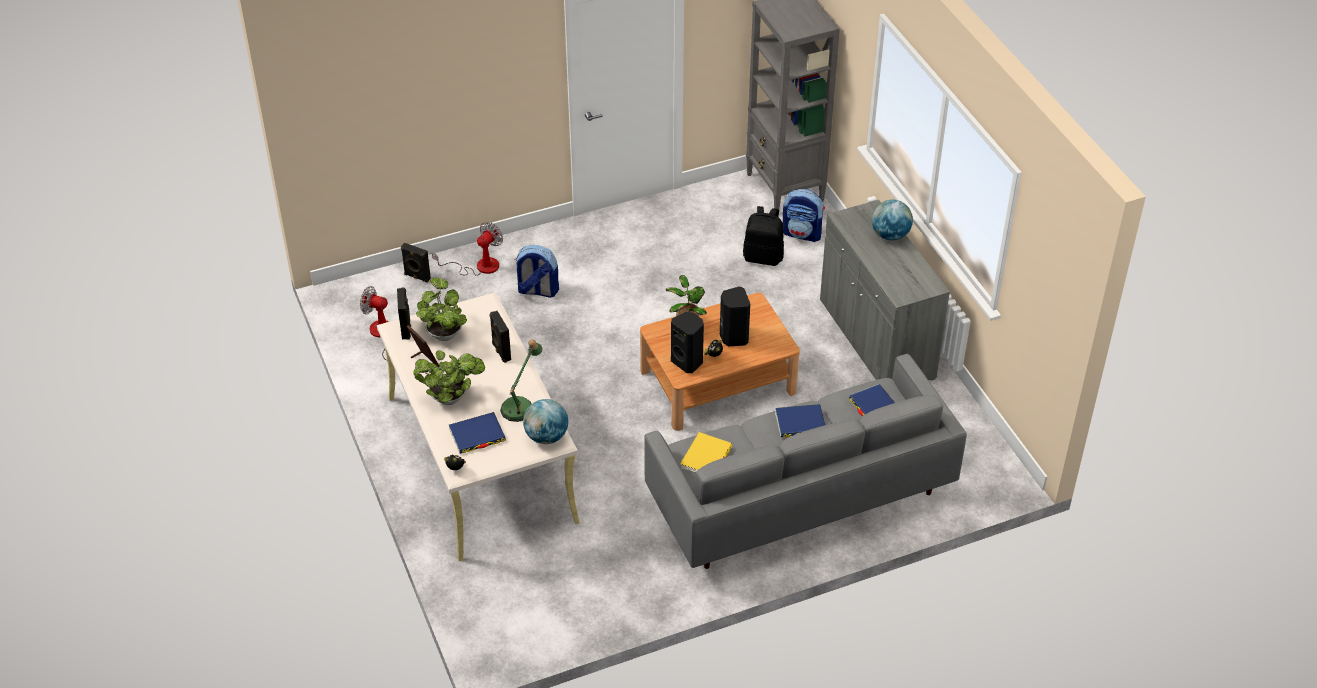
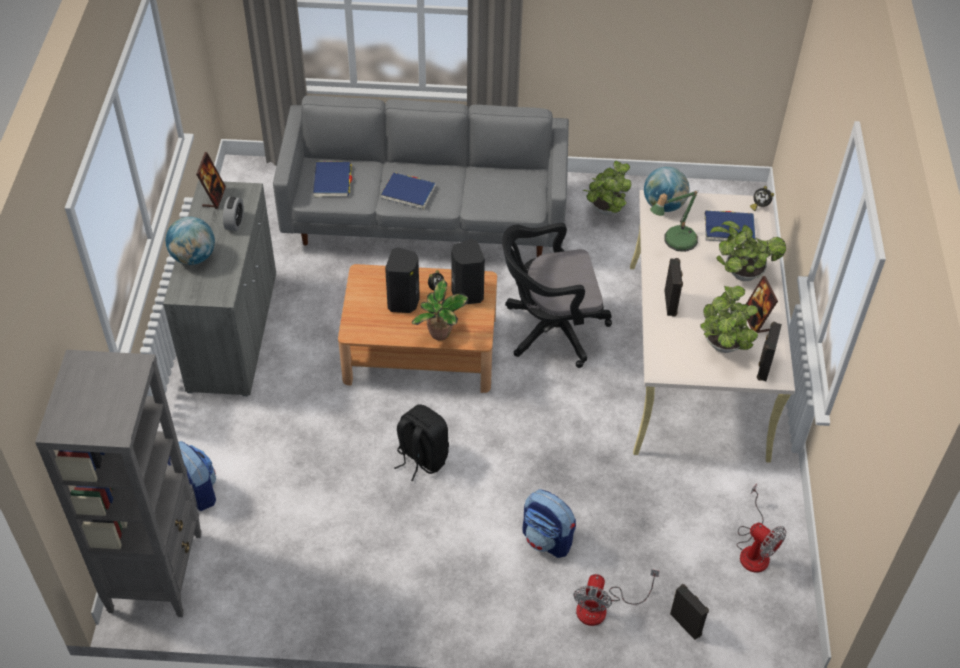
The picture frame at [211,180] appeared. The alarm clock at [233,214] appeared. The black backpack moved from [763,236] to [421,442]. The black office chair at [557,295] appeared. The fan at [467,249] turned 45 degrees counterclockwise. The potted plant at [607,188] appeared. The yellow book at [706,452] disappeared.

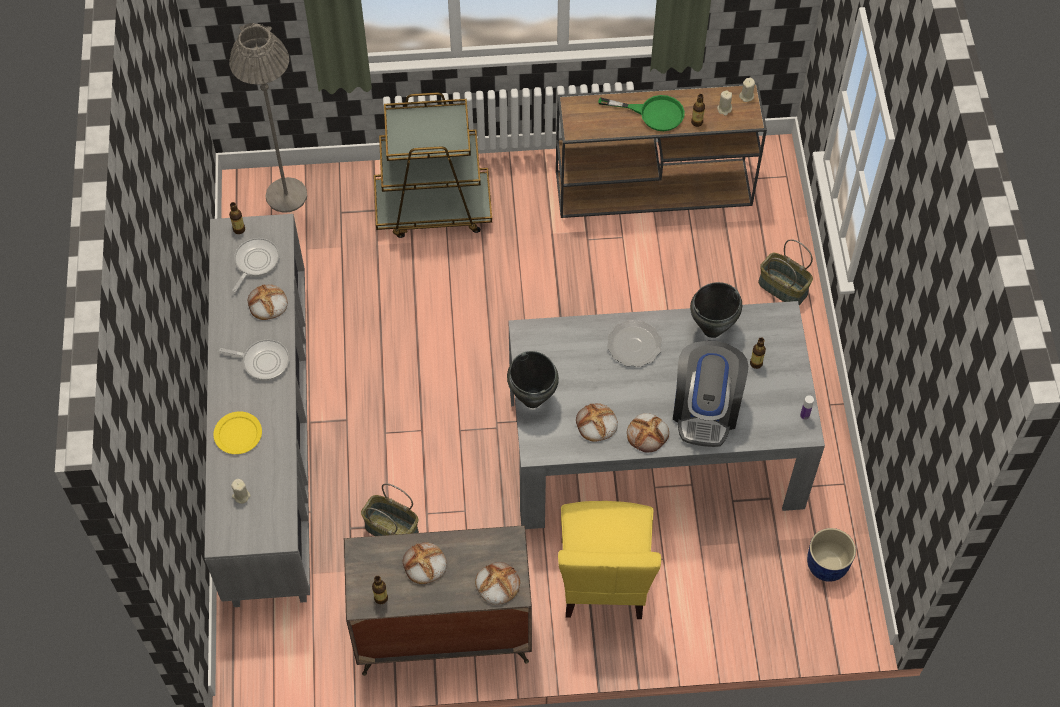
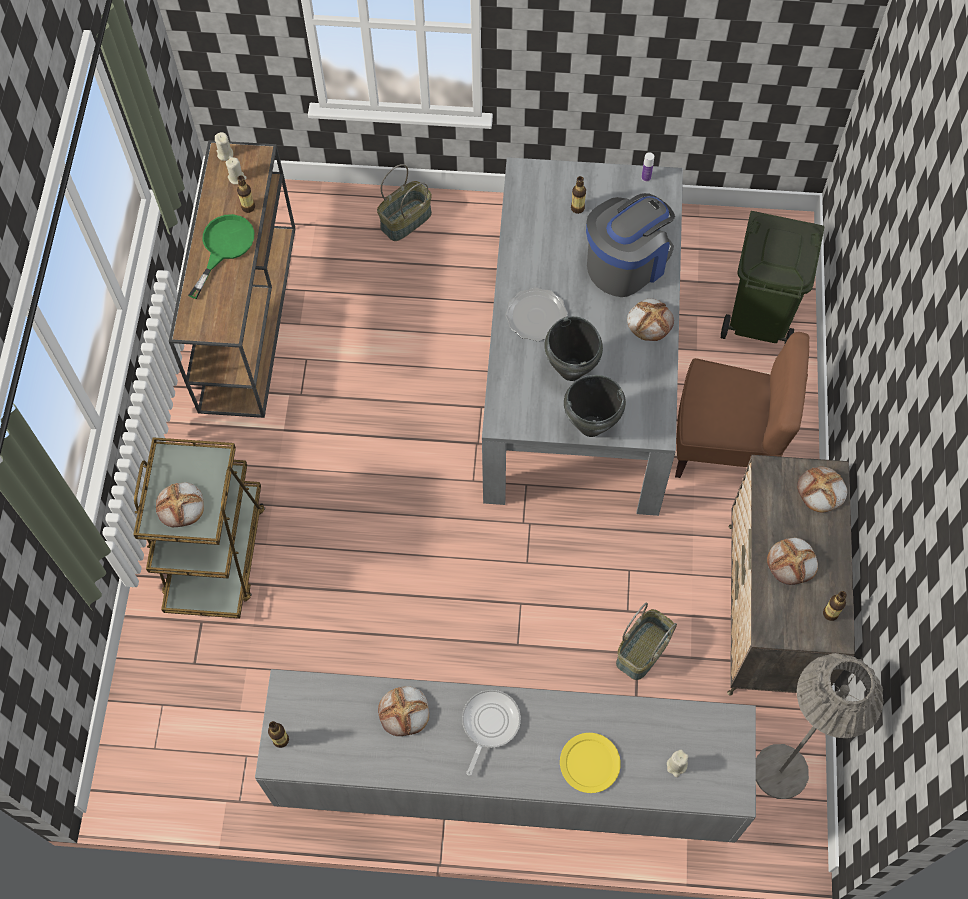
The bread moved from [597,422] to [180,504]. The black cooking pot moved from [716,310] to [574,348]. The coffee machine at [710,393] turned 60 degrees counterclockwise. The yellow chair at [609,560] became the brown chair at [742,405]. The green trash can at [773,278] appeared. The grey floor lamp moved from [268,118] to [820,726]. The frying pan at [255,265] disappeared. The blue planter at [831,555] disappeared.

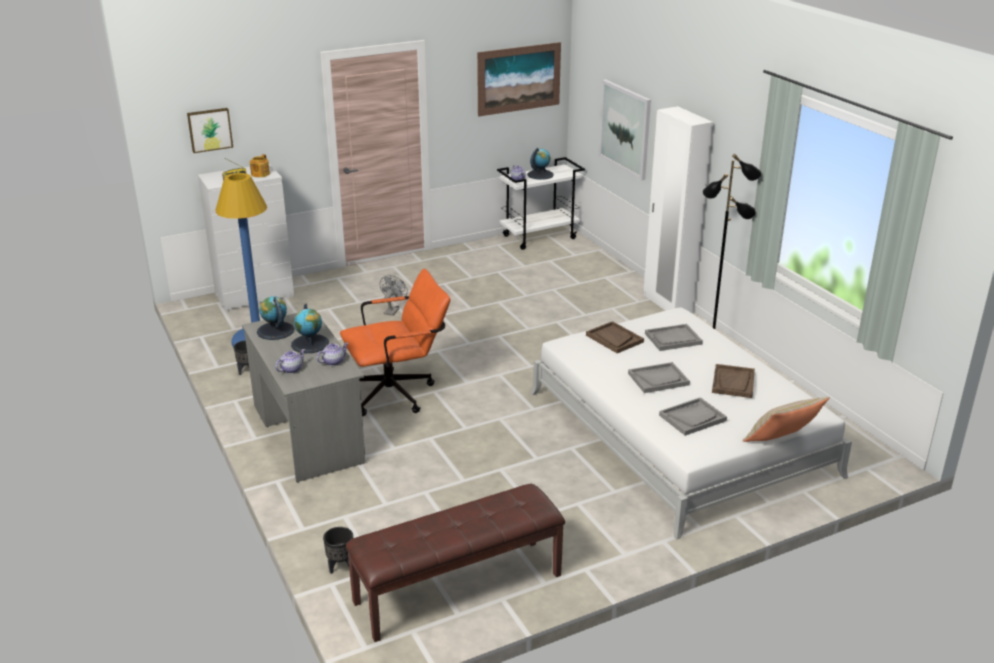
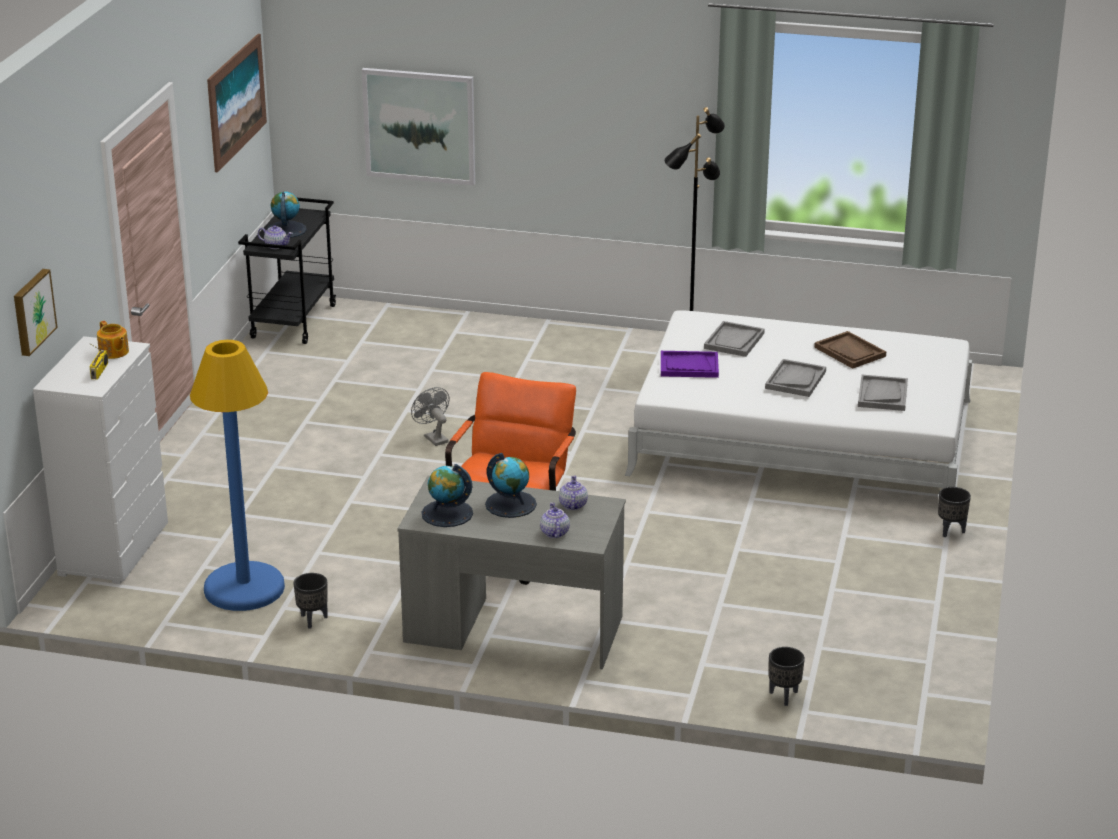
The white cart at [541,203] became the black cart at [287,271]. The grey fan moved from [393,295] to [430,416]. The brown tray at [615,337] became the purple tray at [690,364]. The black planter at [954,512] appeared. The brown bench at [455,563] disappeared. The white wardrobe at [678,210] disappeared. The beige pillow at [786,419] disappeared.

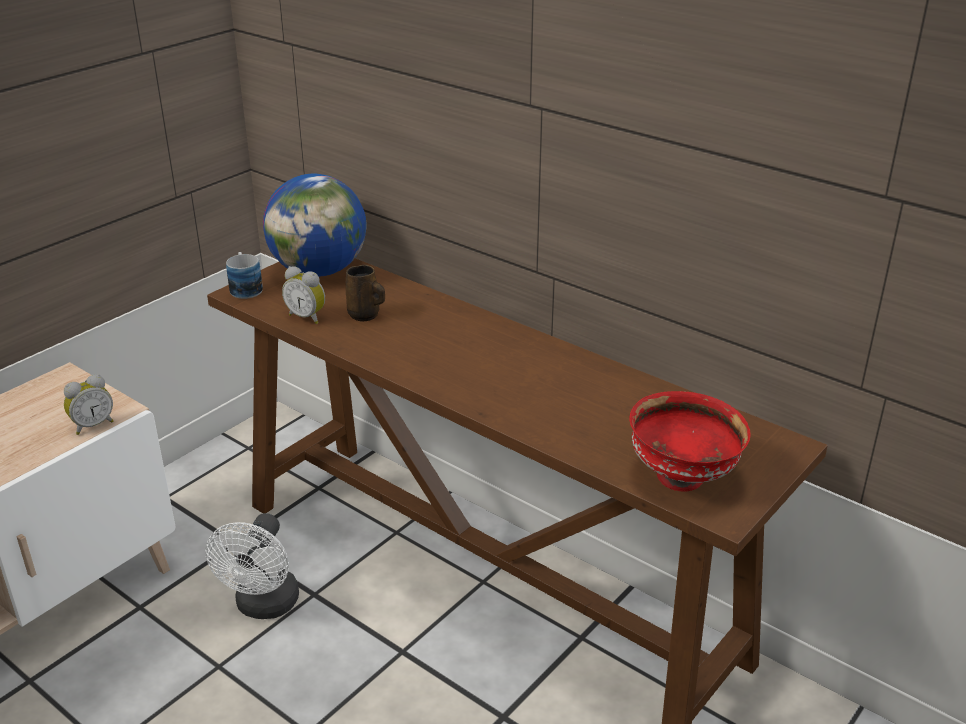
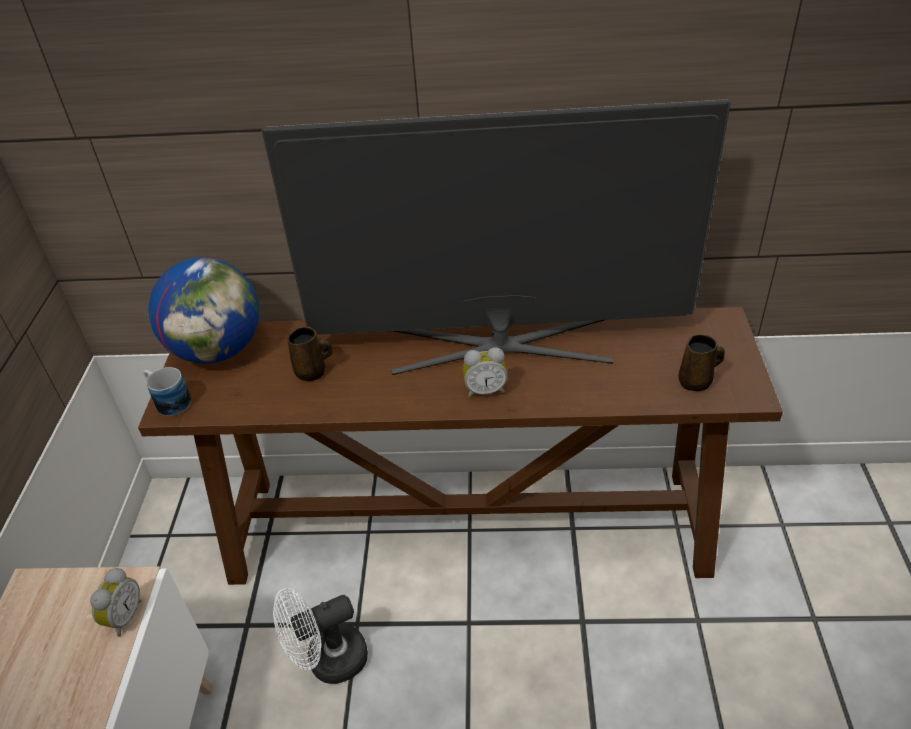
The television at [496,237] appeared. The white fan at [252,566] turned 90 degrees clockwise. The alarm clock moved from [303,295] to [485,372]. The red bowl at [690,441] was replaced by the brown mug at [702,362].

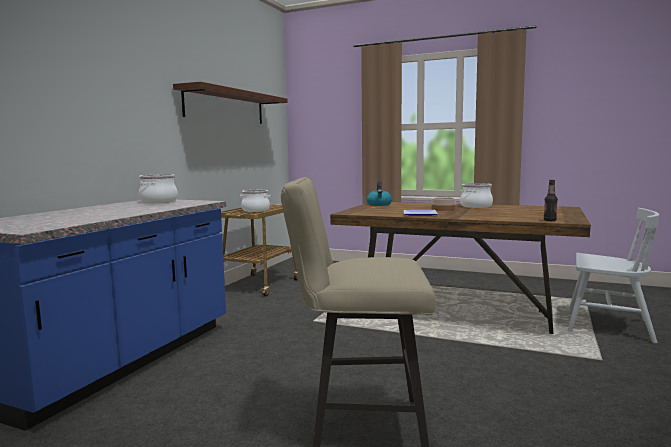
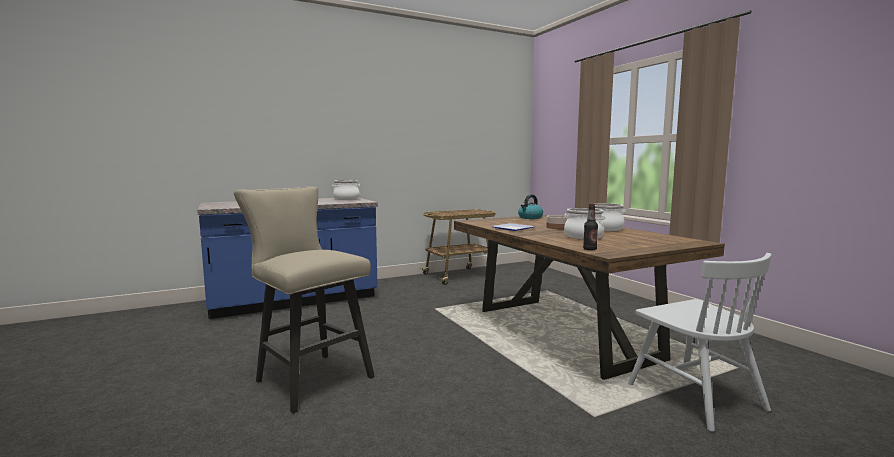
The cooking pot moved from [255,201] to [585,223]. The brown shelf at [230,103] disappeared.

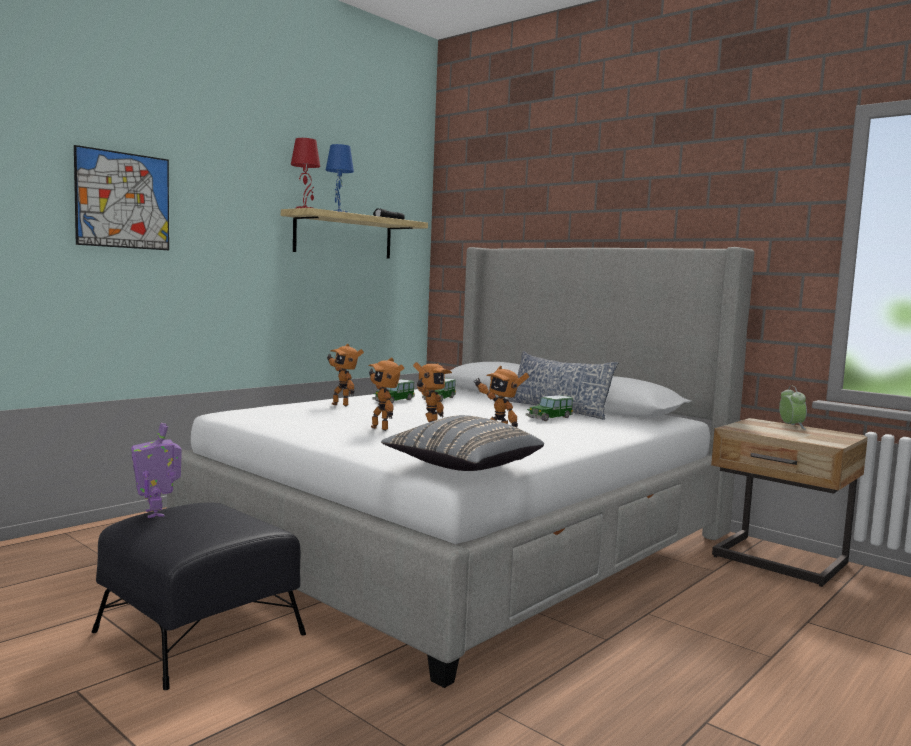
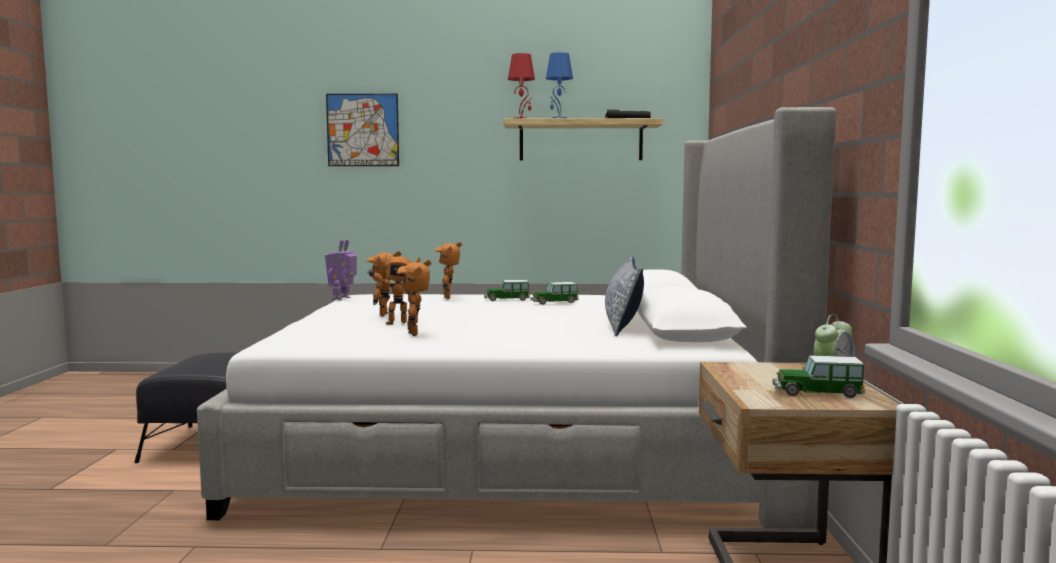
The toy robot moved from [156,470] to [341,269]. The toy car moved from [549,408] to [819,376]. The grey pillow at [462,443] disappeared.

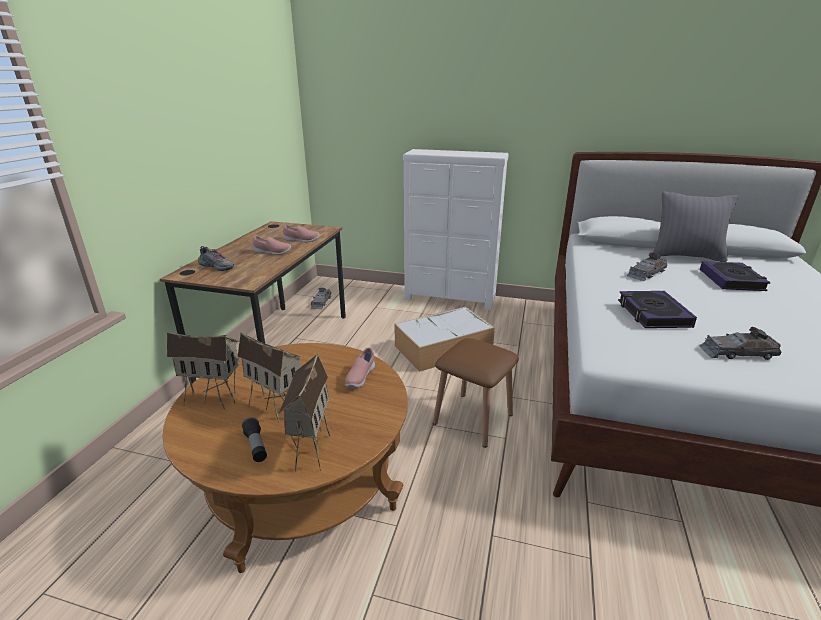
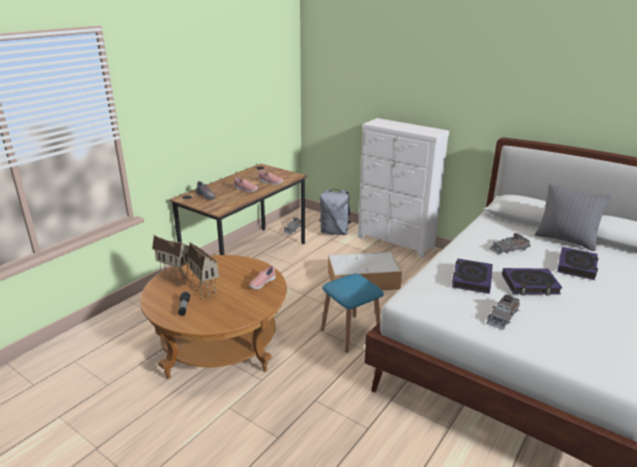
The grey backpack at [335,212] appeared. The brown stool at [476,393] became the blue stool at [352,313]. The grey toy car at [740,343] turned 75 degrees counterclockwise. The book at [532,282] appeared. The toy house at [305,412] disappeared.

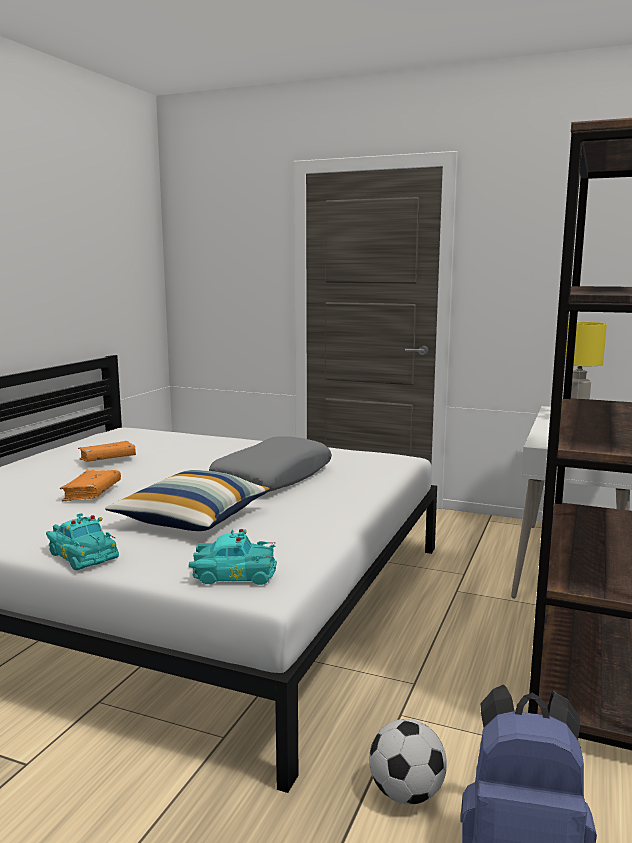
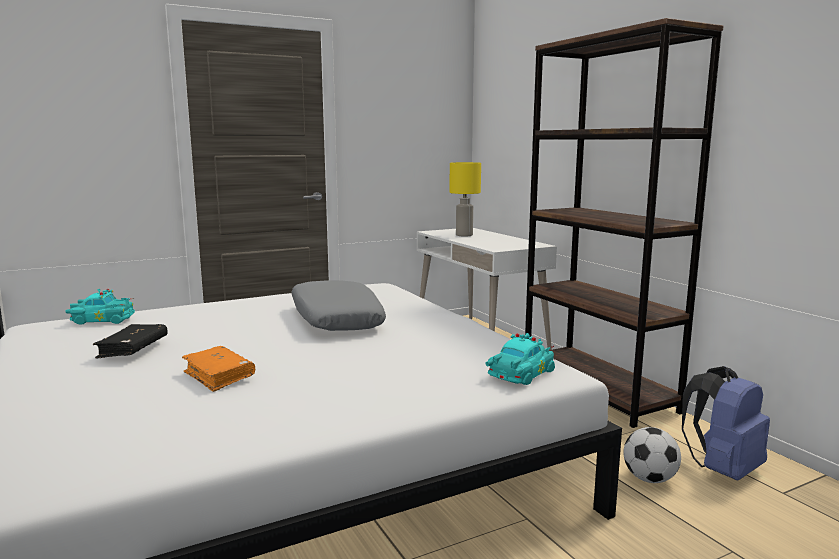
The turquoise toy car moved from [82,541] to [100,307]. The orange book at [107,451] became the black book at [130,341]. The pillow at [187,500] disappeared.

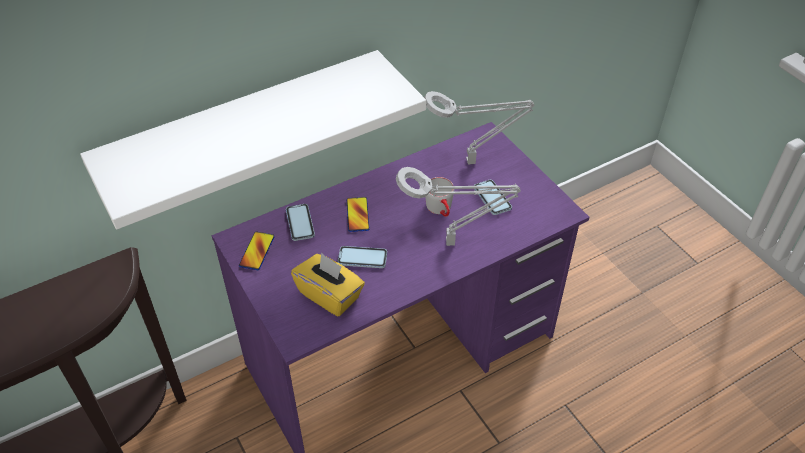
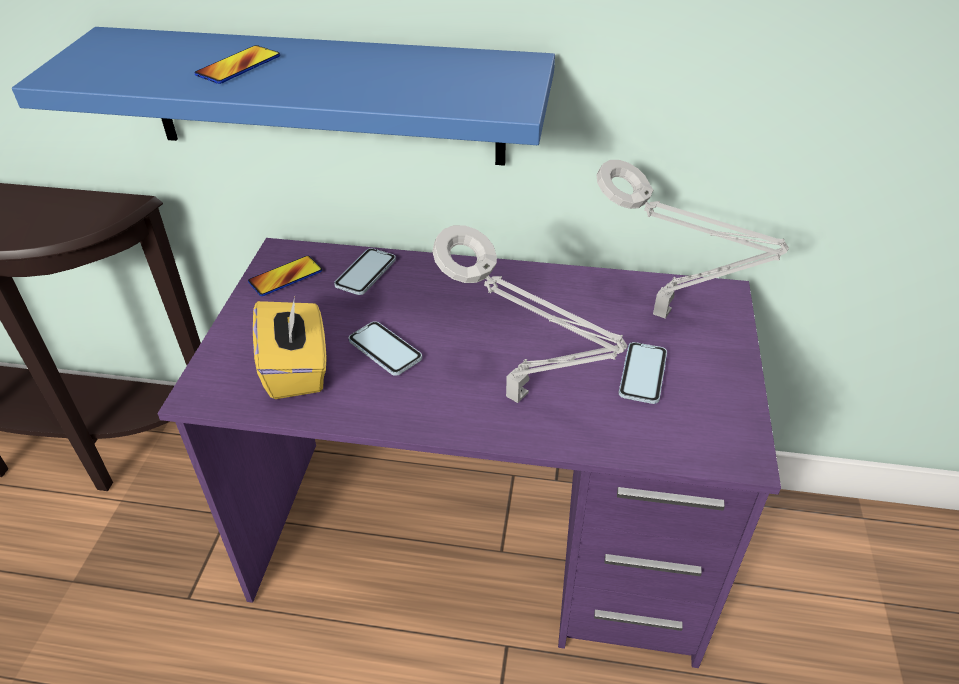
The white shelf at [253,140] became the blue shelf at [283,96]. The phone moved from [358,214] to [237,64]. The grey mug at [439,197] disappeared.

